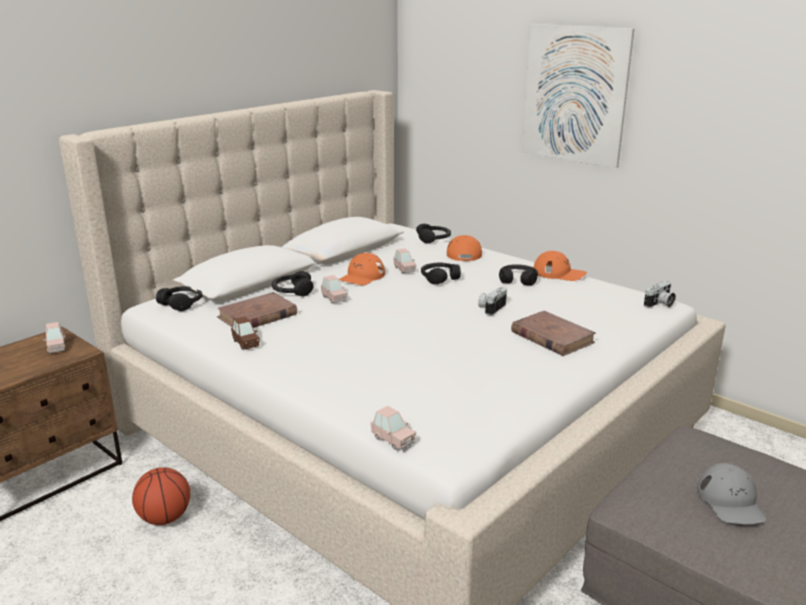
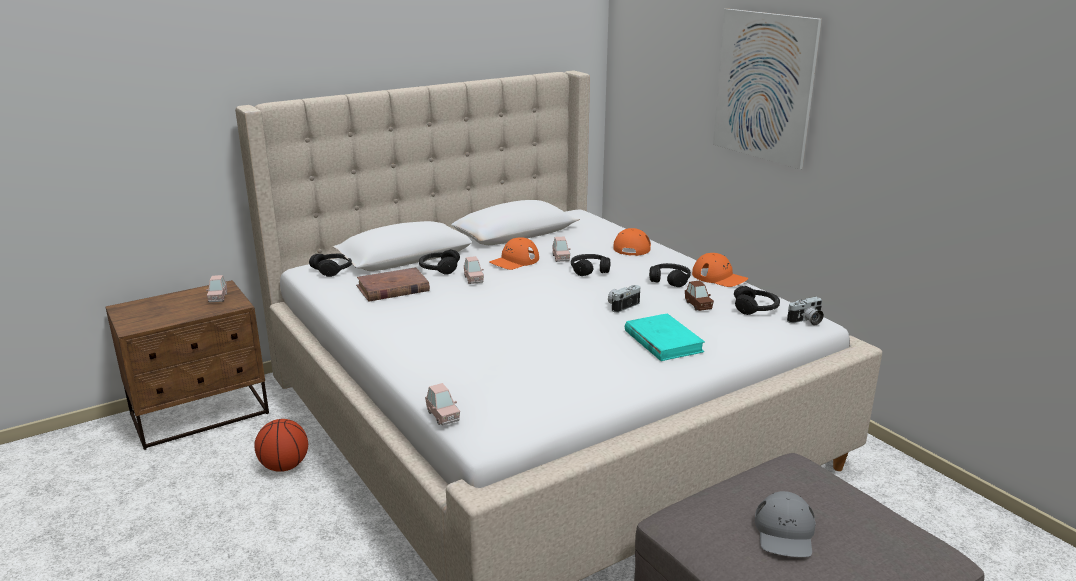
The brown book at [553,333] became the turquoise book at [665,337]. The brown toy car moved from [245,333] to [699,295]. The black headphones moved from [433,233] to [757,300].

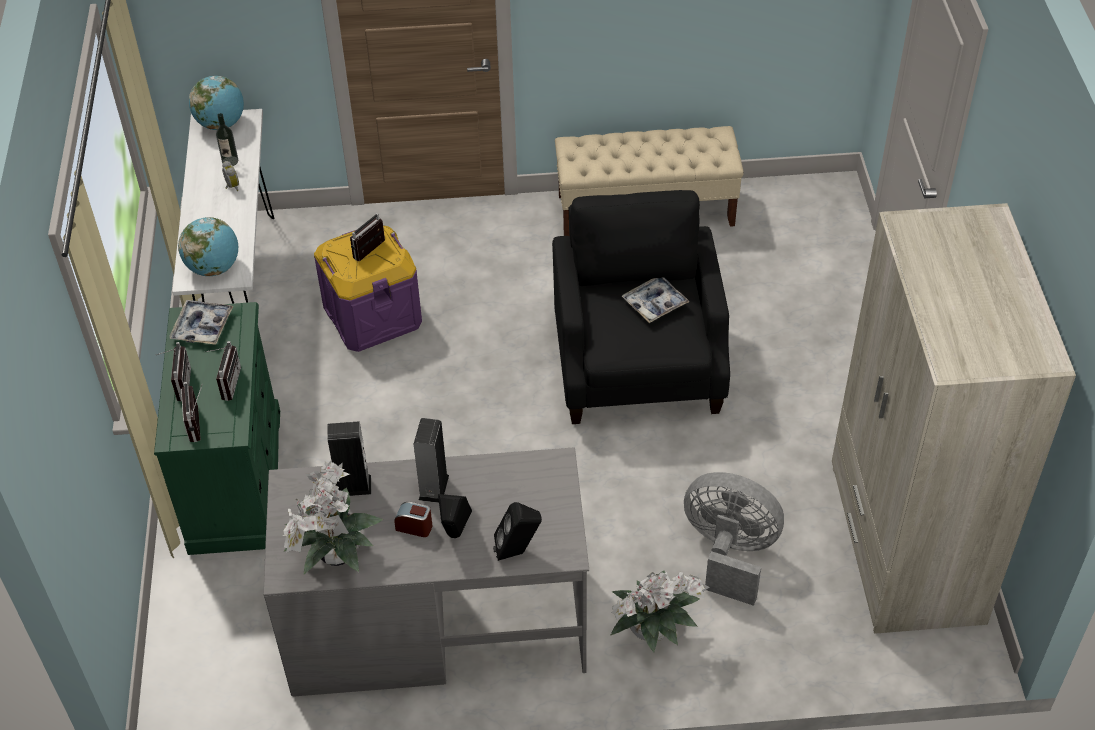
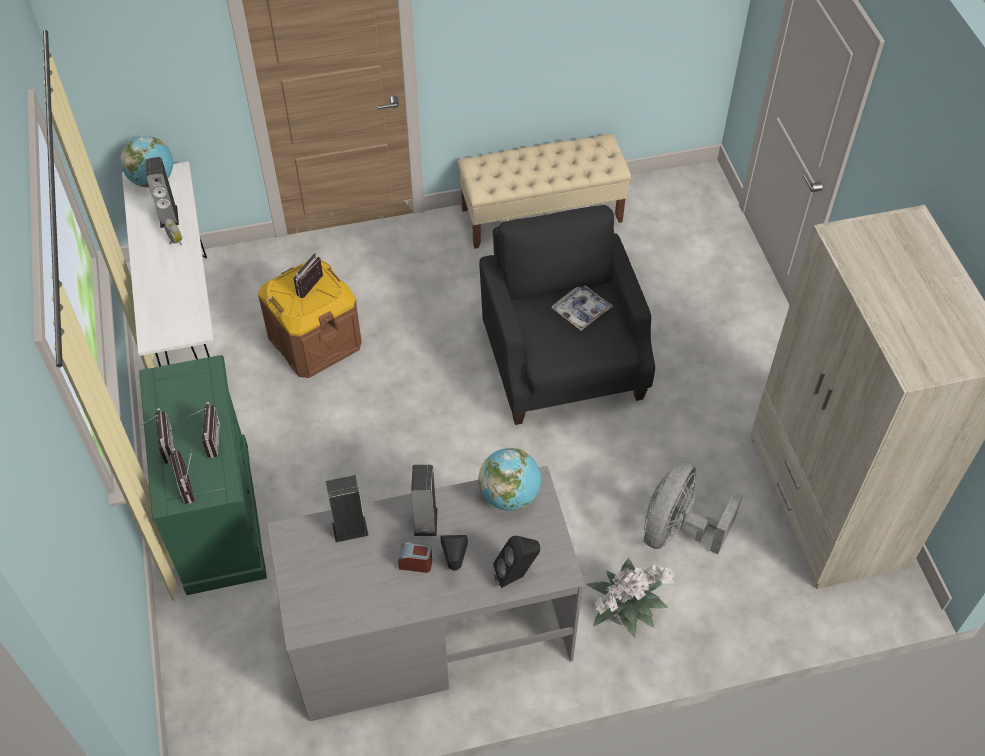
The bottle at [227,139] was replaced by the speaker at [162,192]. The purple storage box at [368,288] became the brown storage box at [310,319]. The globe moved from [208,246] to [510,479]. The grey fan at [734,539] turned 75 degrees counterclockwise. The tray at [201,322] disappeared. The potted plant at [333,517] disappeared.

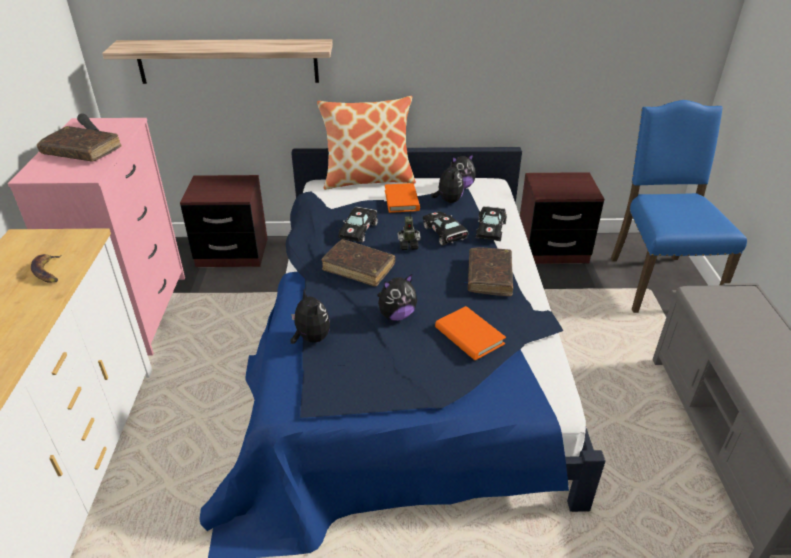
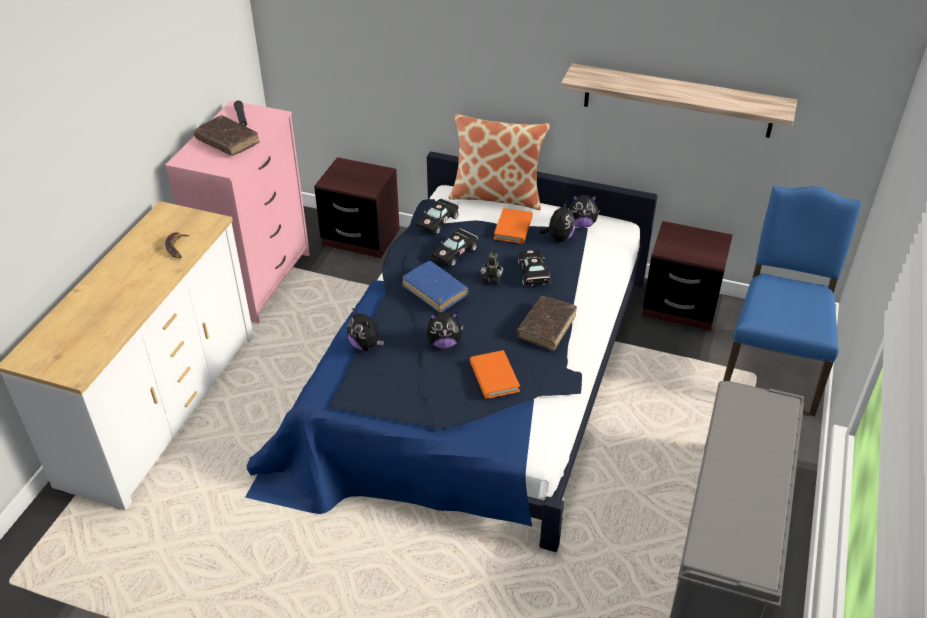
The plush toy at [310,316] turned 150 degrees clockwise. The brown book at [358,263] became the blue book at [435,287]. The black toy car moved from [491,223] to [437,216]. The shelf moved from [217,61] to [679,100].

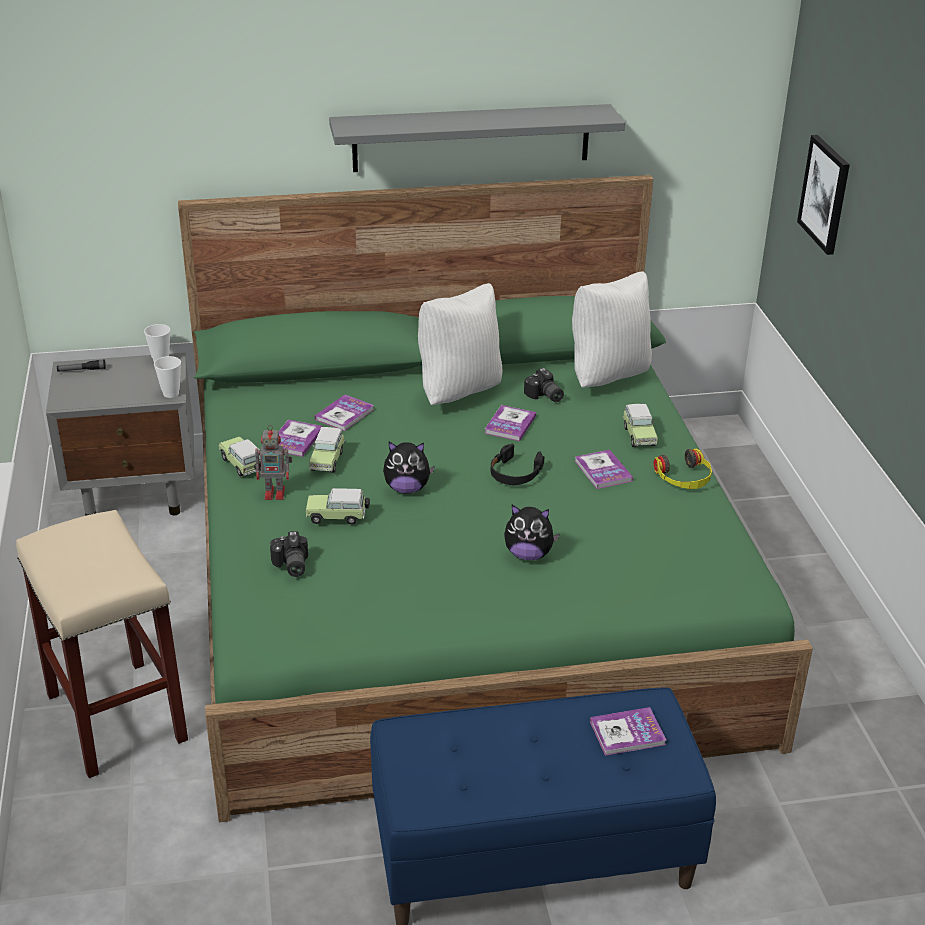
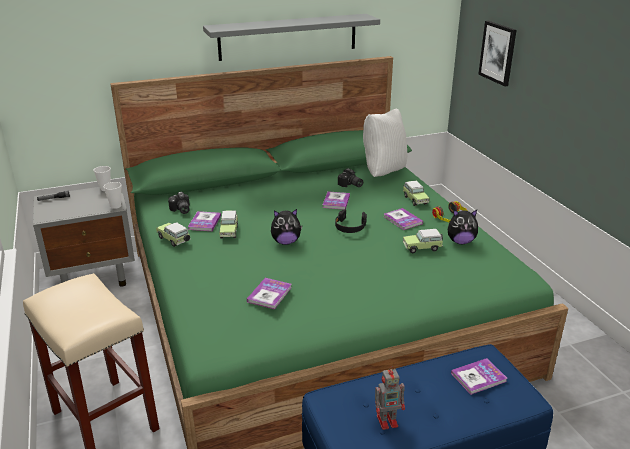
The photo camera moved from [289,554] to [179,203]. The book moved from [344,413] to [269,293]. The toy robot moved from [273,462] to [390,398]. The toy car moved from [338,506] to [423,241]. The plush toy moved from [532,532] to [463,227]. The white pillow at [460,344] disappeared.

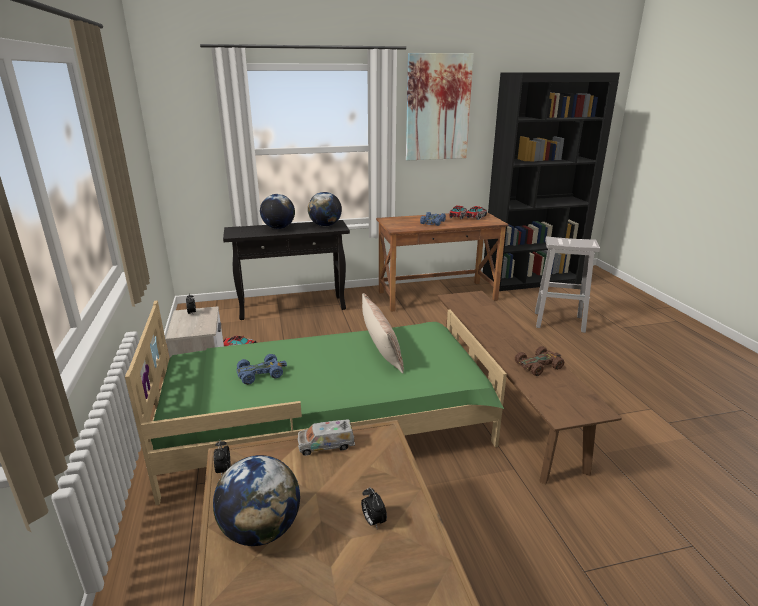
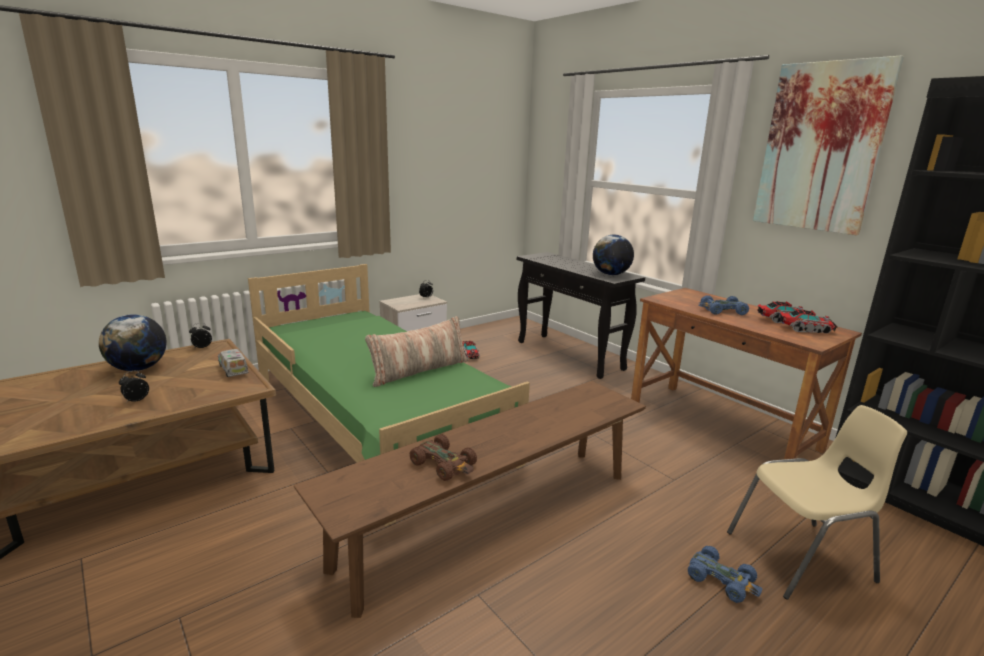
The blue toy car moved from [261,369] to [725,574]. The white stool at [567,285] was replaced by the beige chair at [817,502]. The globe at [277,211] disappeared.

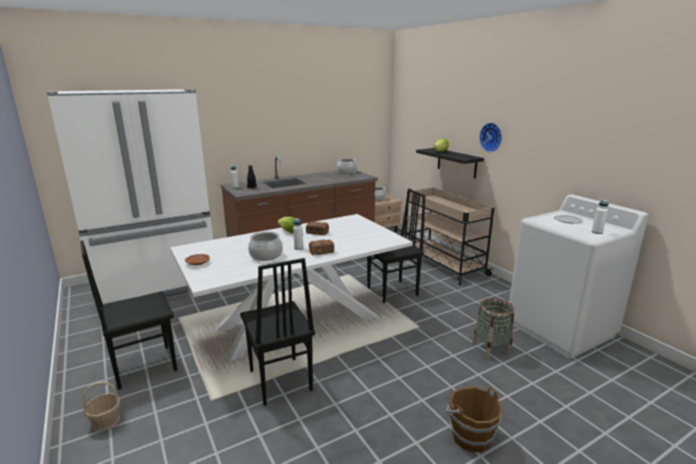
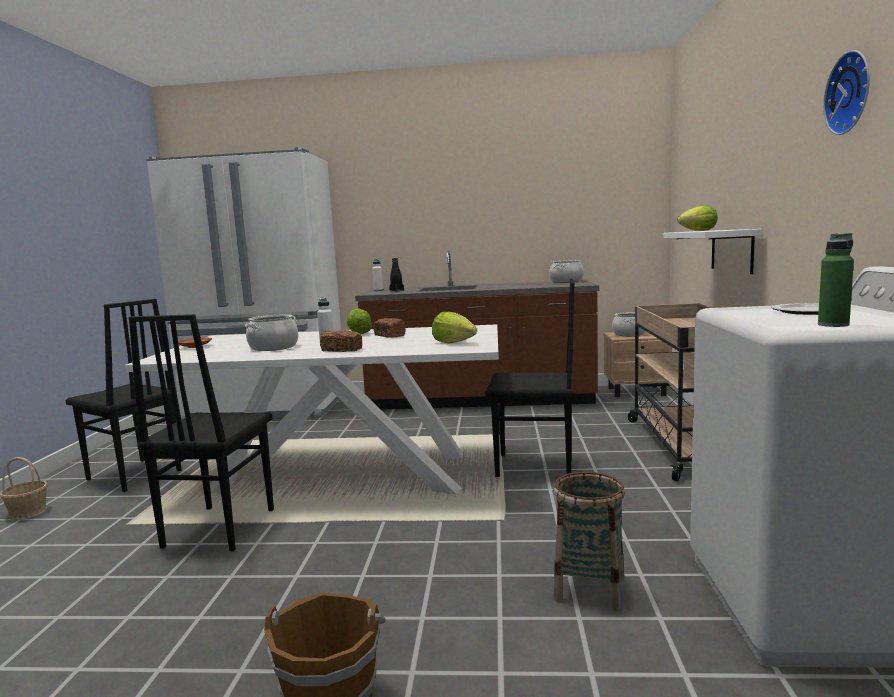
The black chair at [128,315] turned 150 degrees counterclockwise. The lettuce at [454,328] appeared. The black shelf at [450,163] became the white shelf at [712,251]. The white bottle at [600,217] became the green bottle at [836,280]. The wall clock moved from [490,137] to [846,92].

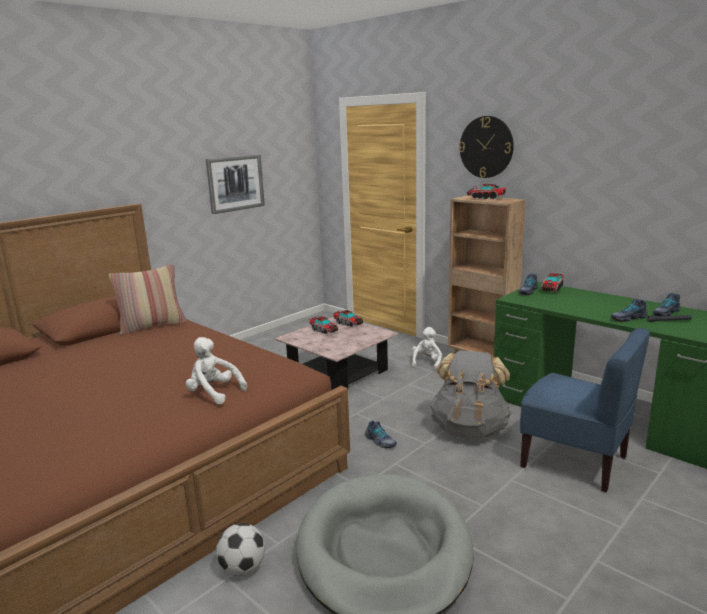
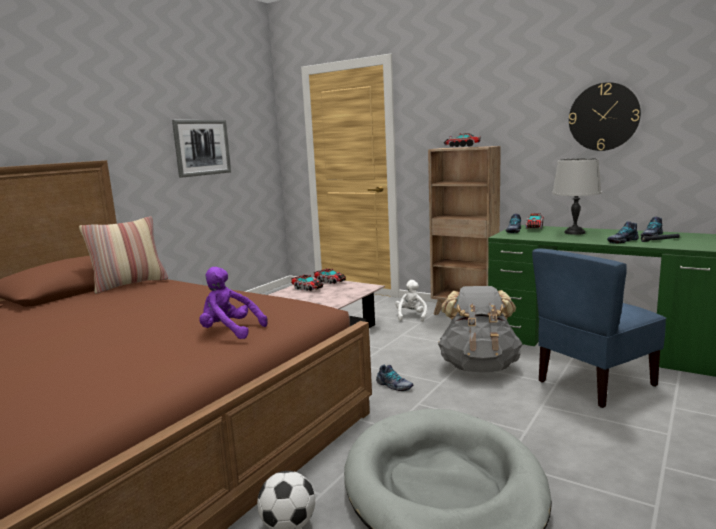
The white plush toy at [216,370] became the purple plush toy at [233,303]. The blue chair at [585,410] turned 120 degrees clockwise. The grey table lamp at [576,196] appeared. The wall clock moved from [486,147] to [605,116].

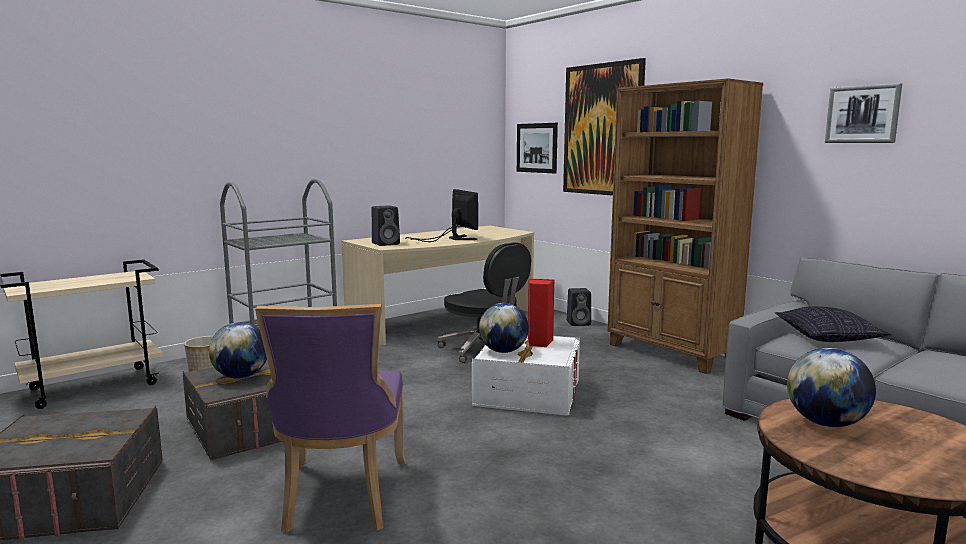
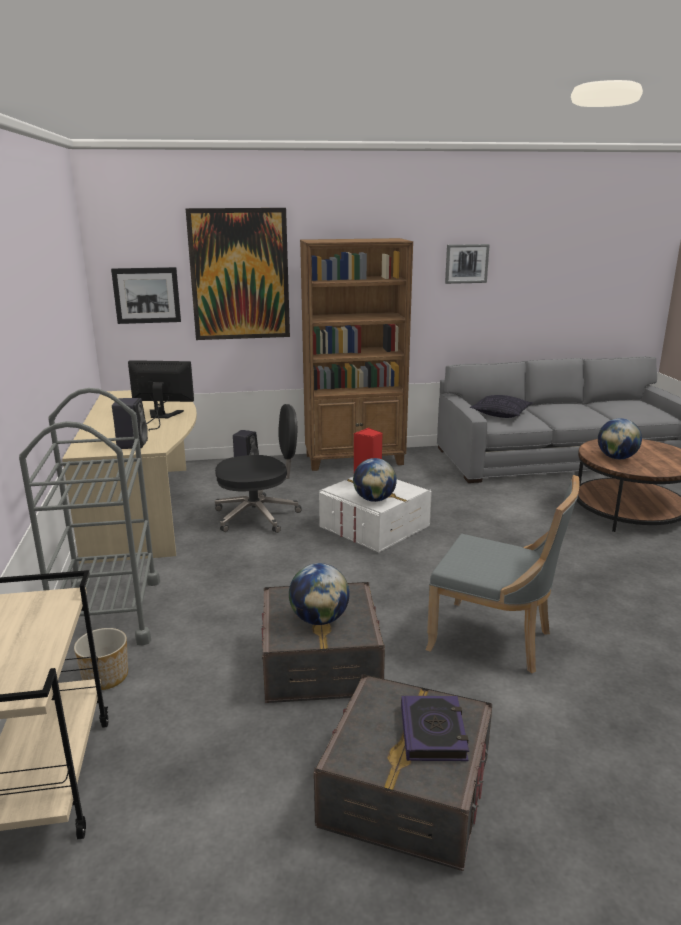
The book at [435,728] appeared. The purple chair at [330,418] became the grey chair at [502,574].

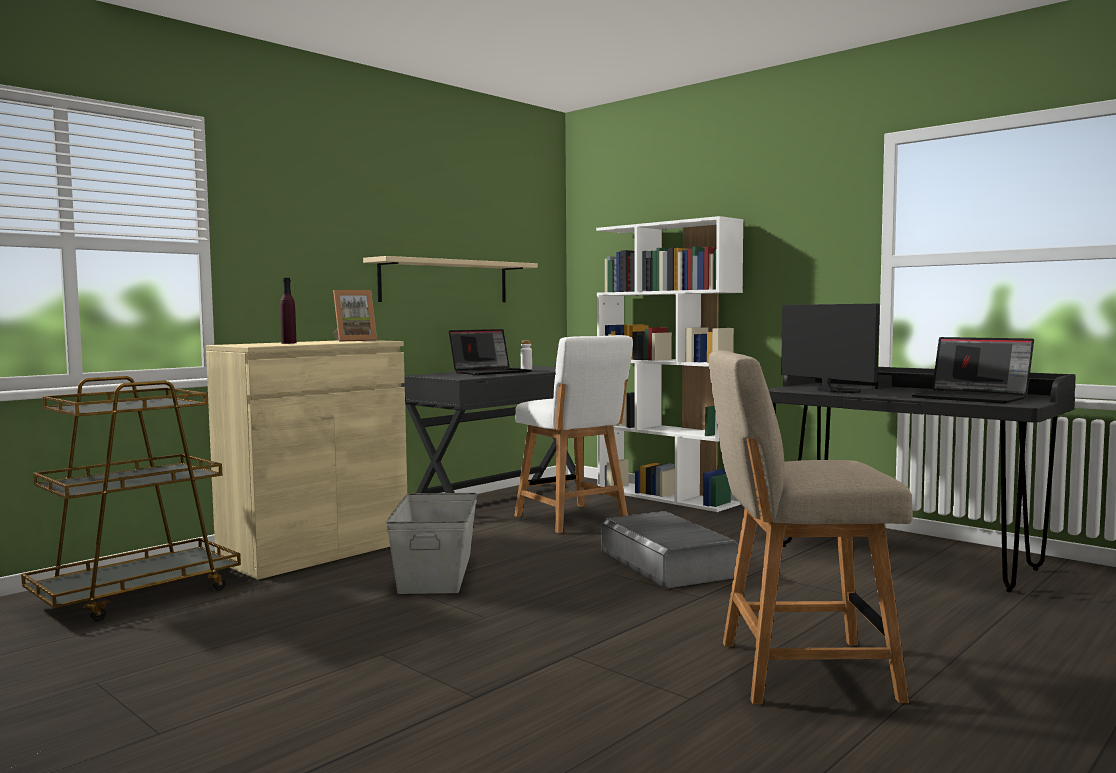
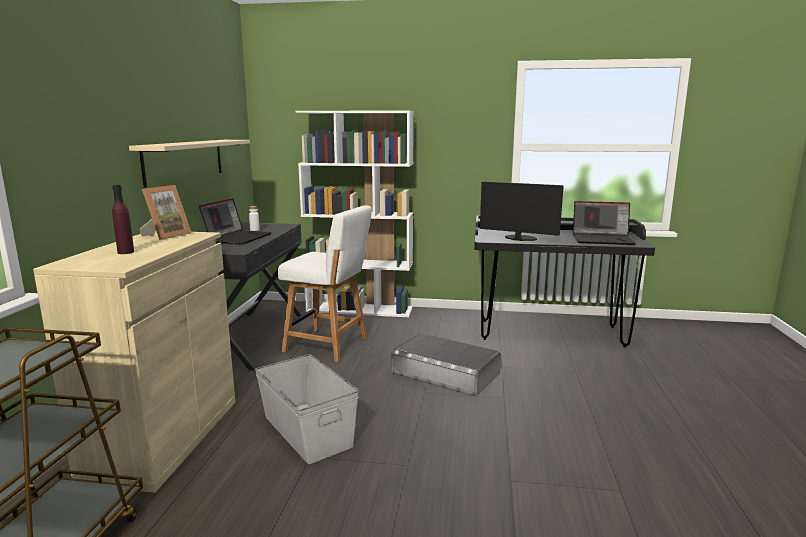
The beige chair at [810,527] disappeared.

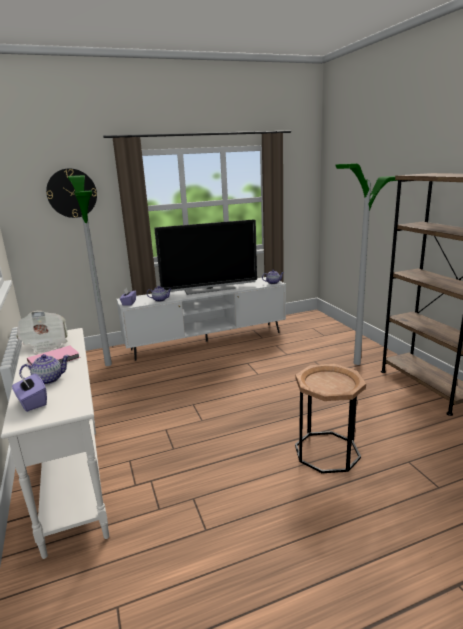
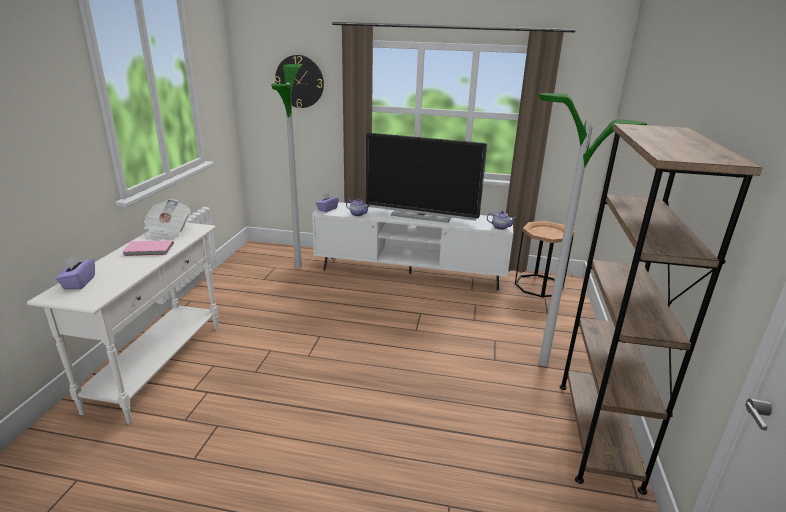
The brown side table moved from [330,418] to [544,259]. The teapot at [44,369] disappeared.

